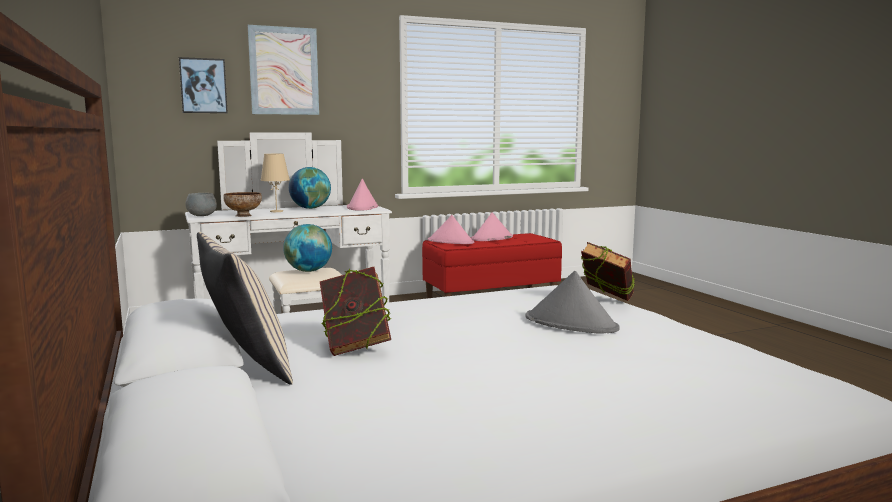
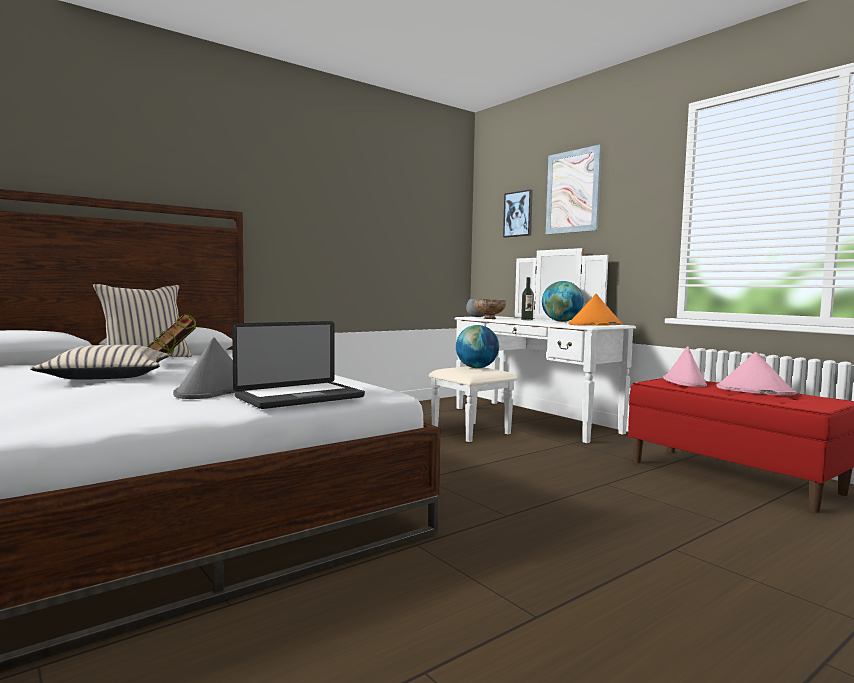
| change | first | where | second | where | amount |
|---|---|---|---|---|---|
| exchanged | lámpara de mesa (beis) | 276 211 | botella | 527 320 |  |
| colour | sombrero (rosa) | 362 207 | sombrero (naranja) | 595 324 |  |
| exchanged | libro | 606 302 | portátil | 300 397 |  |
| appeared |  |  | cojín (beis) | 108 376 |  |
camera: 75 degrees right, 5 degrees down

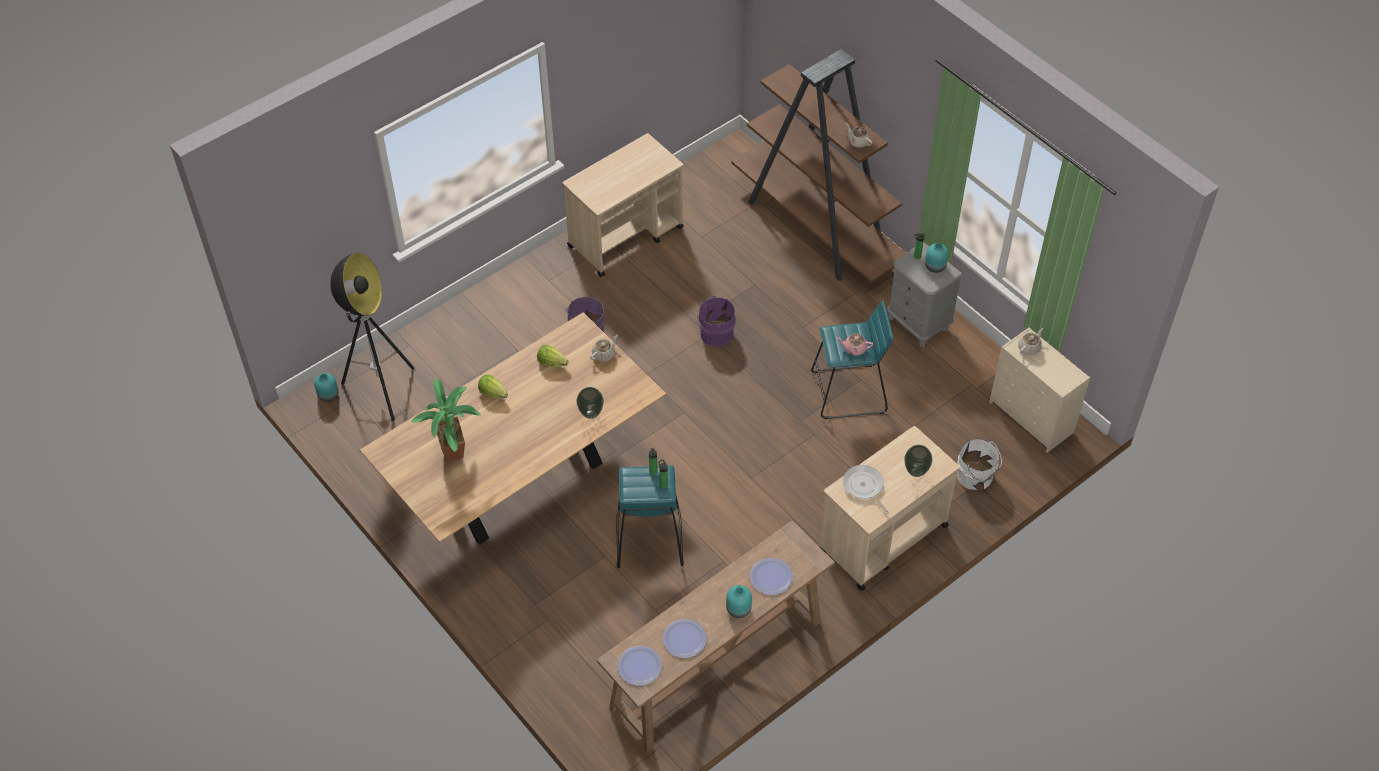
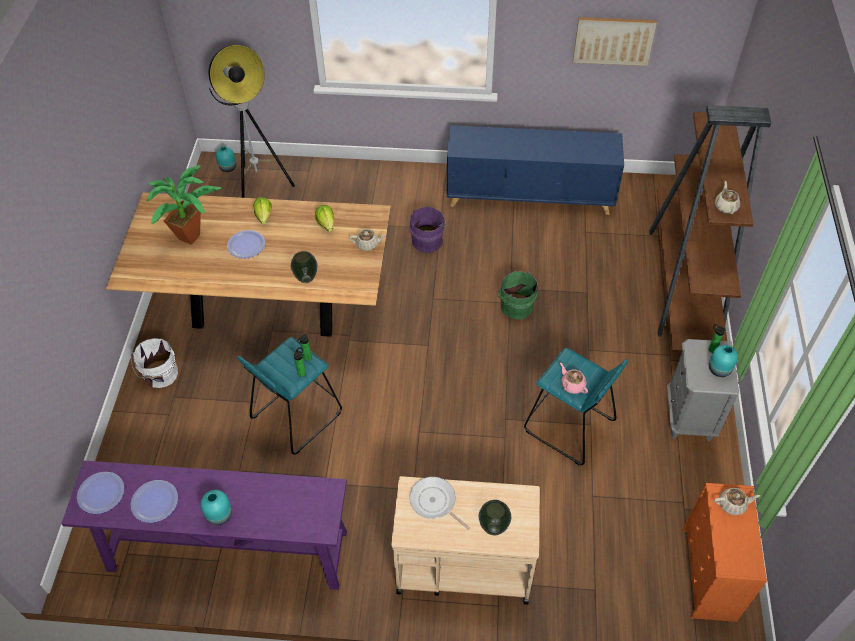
| change | first | where | second | where | amount |
|---|---|---|---|---|---|
| exchanged | carrito (beis) | 626 236 | armario (azul) | 530 196 |  |
| colour | mesa consola (marrón) | 715 665 | mesa consola (morado) | 227 551 |  |
| colour | cubo (morado) | 715 333 | cubo (verde) | 515 305 |  |
| relocated | plato | 771 577 |  | 246 245 |  |
| spun | sartén | 864 487 |  | 434 502 | 60 degrees counterclockwise |
| relocated | cubo (blanco) | 976 477 |  | 160 375 |  |
| colour | cómoda (beis) | 1032 418 | cómoda (naranja) | 709 575 |  |
| appeared |  |  | cuadro | 613 40 |  |
camera: 45 degrees right, 0 degrees up

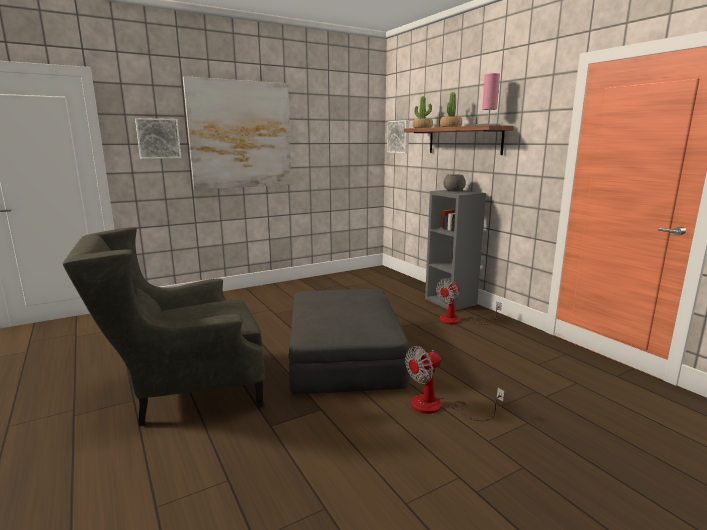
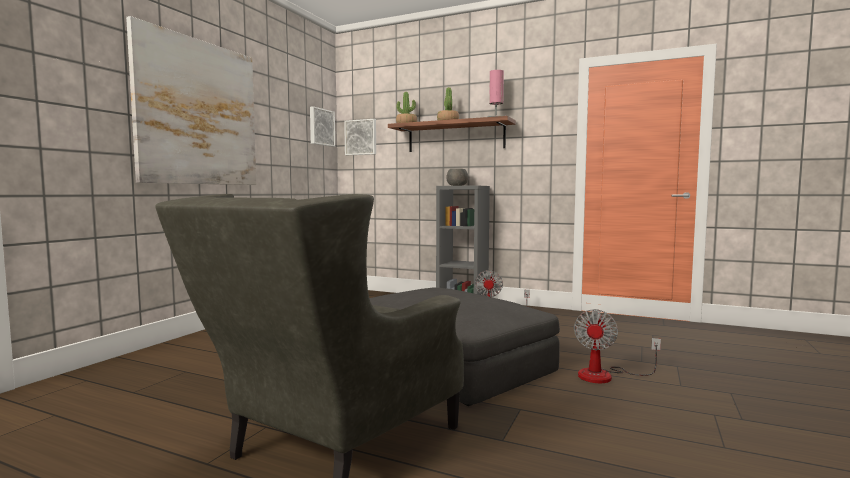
| change | first | where | second | where | amount |
|---|---|---|---|---|---|
| relocated | cuadro | 158 138 |  | 321 127 |  |
camera: 35 degrees left, 10 degrees down

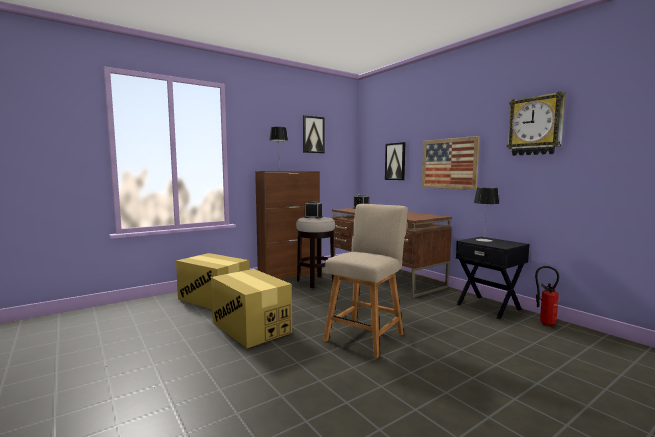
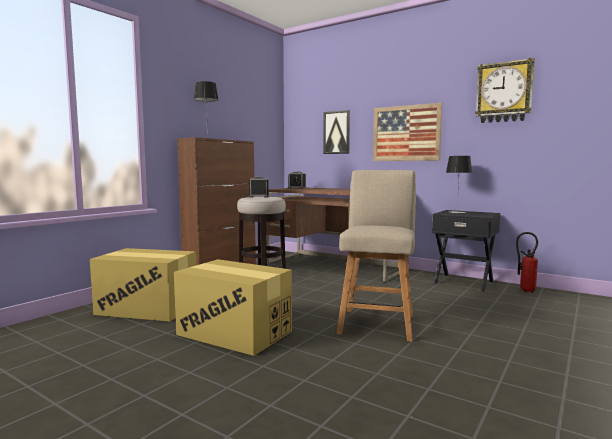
| change | first | where | second | where | amount |
|---|---|---|---|---|---|
| missing | cuadro | 313 135 |  |  |  |
camera: 20 degrees left, 0 degrees up

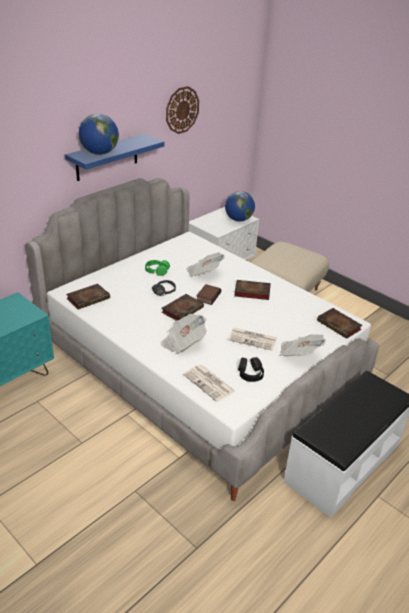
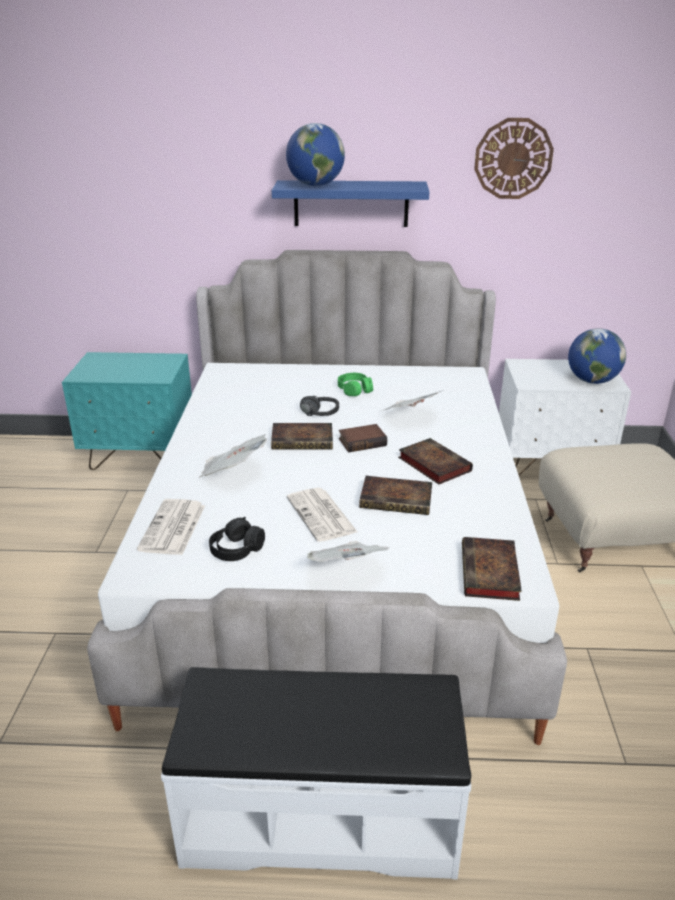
| change | first | where | second | where | amount |
|---|---|---|---|---|---|
| relocated | libro | 89 298 |  | 398 499 |  |
camera: 50 degrees right, 5 degrees down

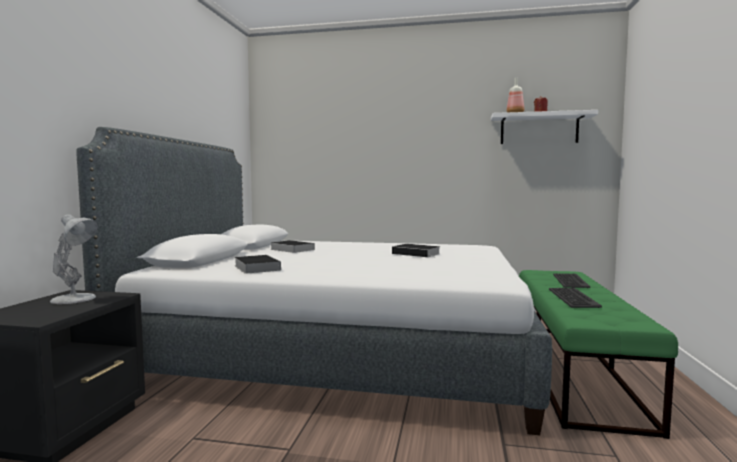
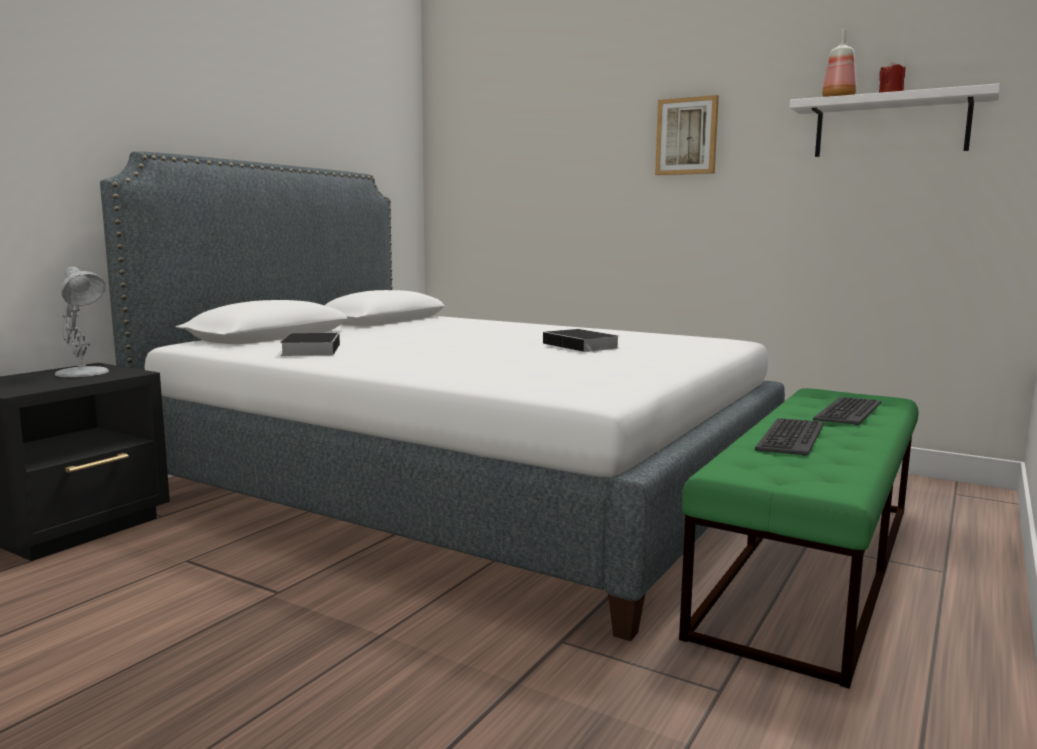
| change | first | where | second | where | amount |
|---|---|---|---|---|---|
| missing | libro | 290 249 |  |  |  |
| appeared |  |  | cuadro | 687 136 |  |
camera: 20 degrees right, 5 degrees up

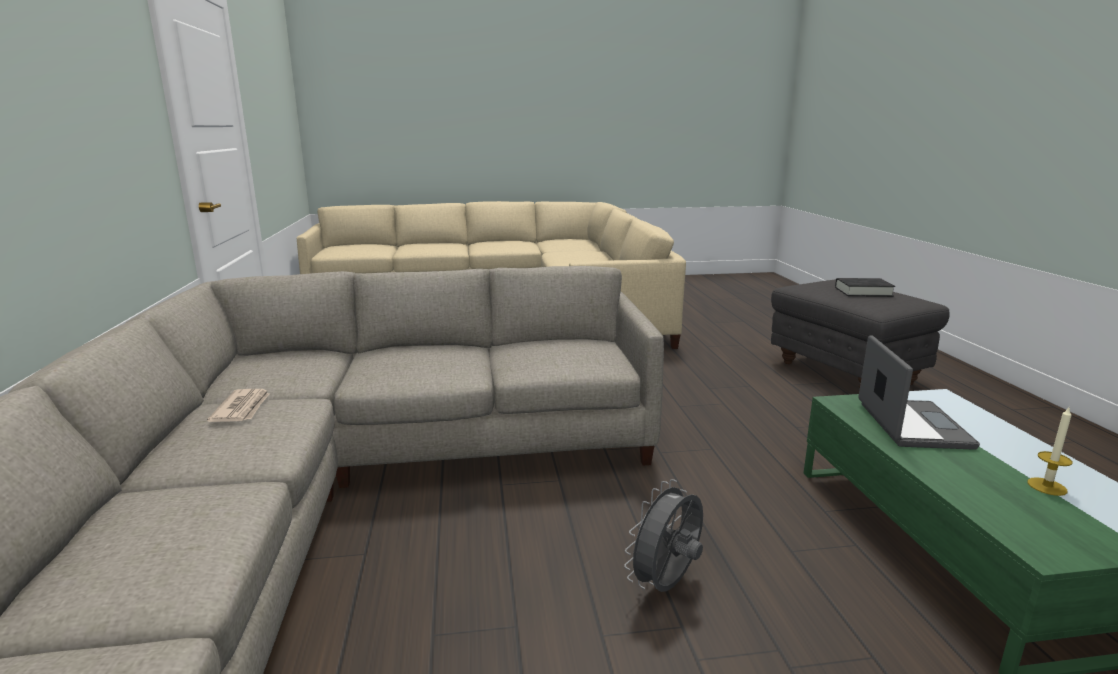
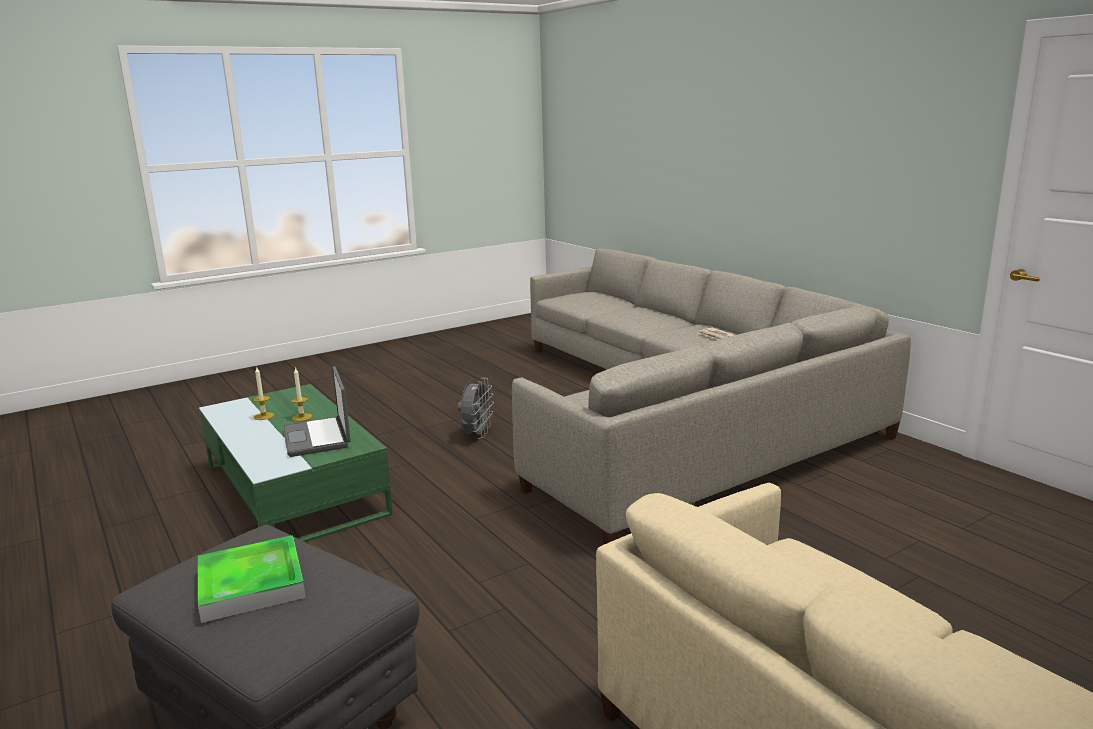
| change | first | where | second | where | amount |
|---|---|---|---|---|---|
| exchanged | libro (negro) | 863 292 | bandeja | 251 584 |  |
| appeared |  |  | vela | 302 417 |  |
camera: 155 degrees right, 0 degrees up

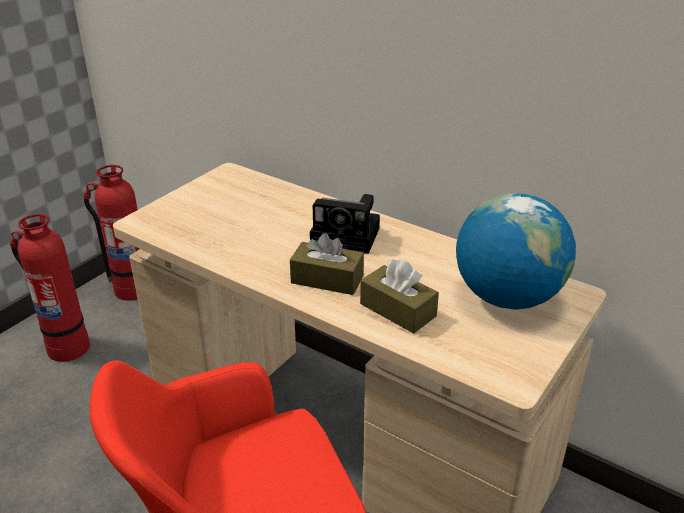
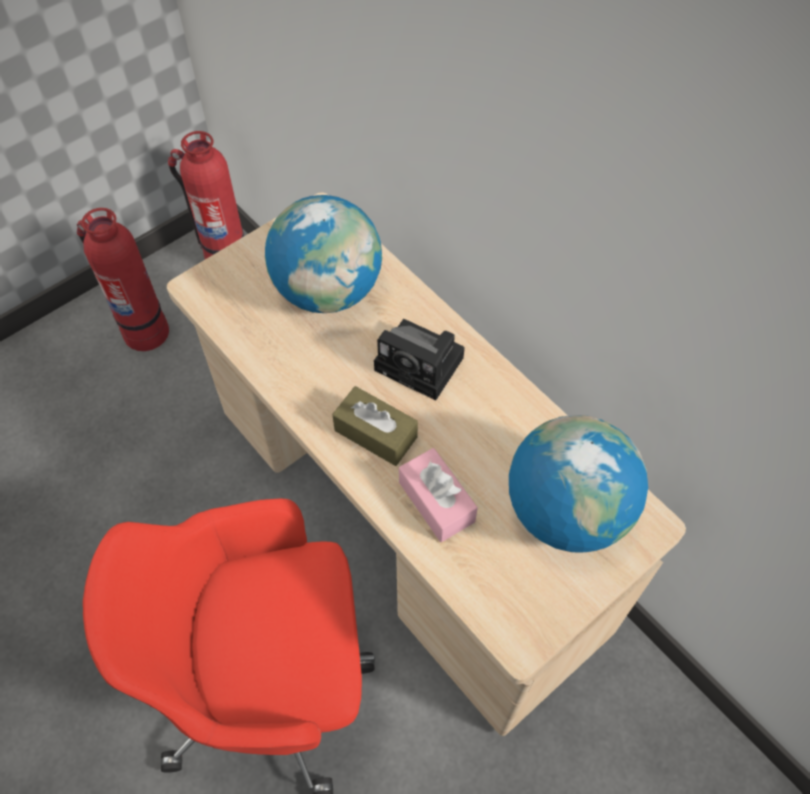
| change | first | where | second | where | amount |
|---|---|---|---|---|---|
| colour | caja de pañuelos (marrón) | 397 310 | caja de pañuelos (rosa) | 436 502 |  |
| appeared |  |  | globo terráqueo | 328 291 |  |
camera: 15 degrees right, 25 degrees up

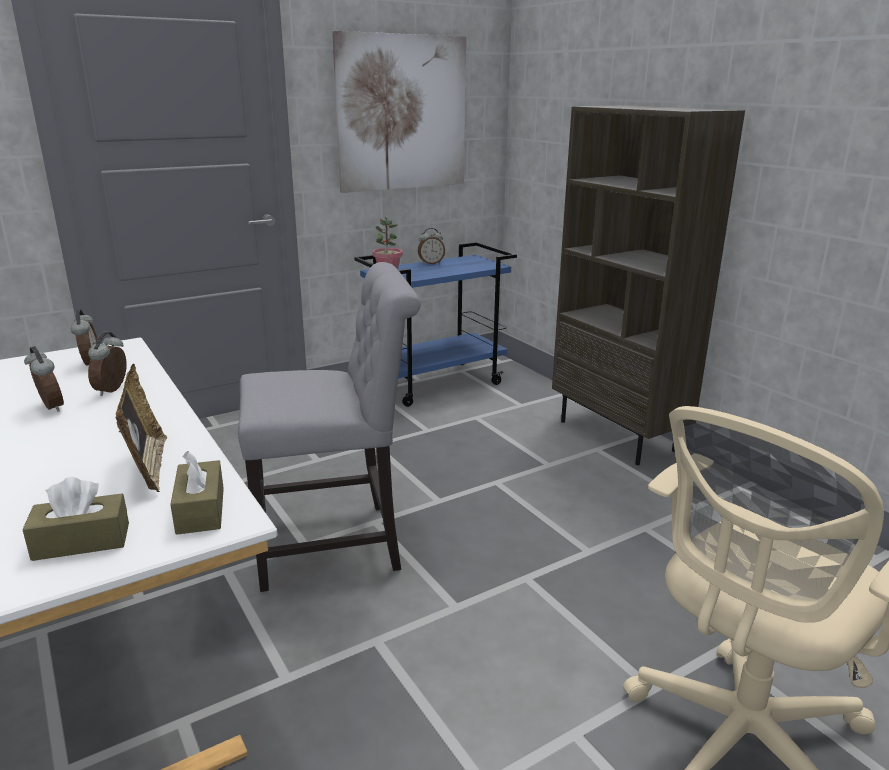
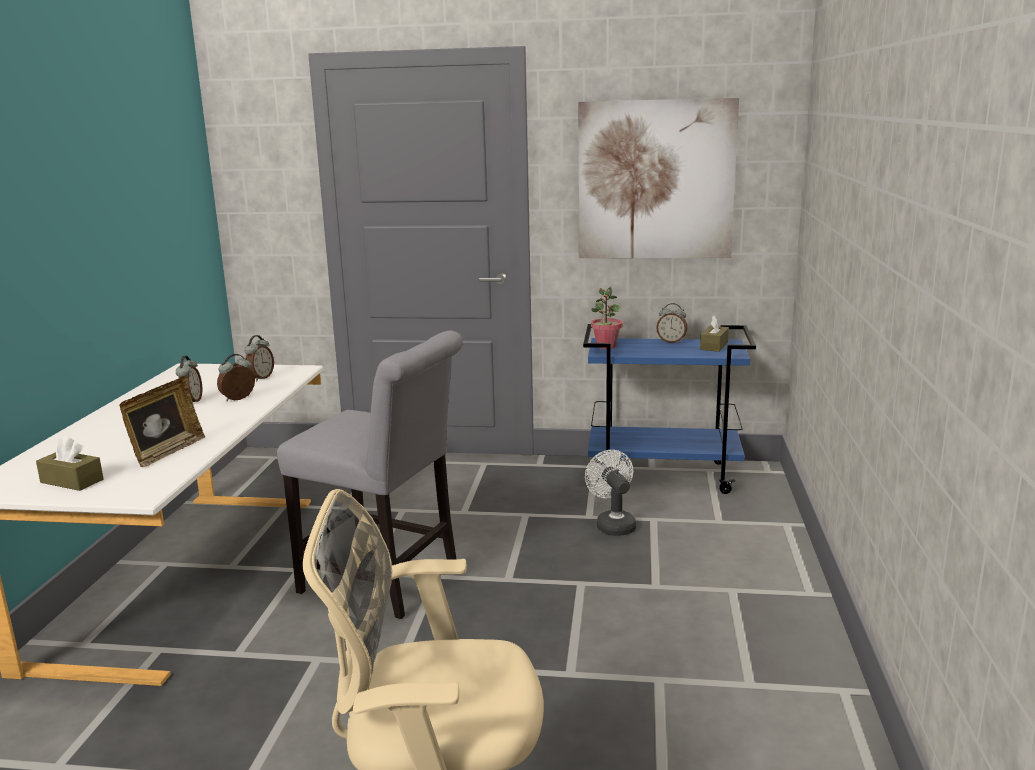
| change | first | where | second | where | amount |
|---|---|---|---|---|---|
| relocated | caja de pañuelos (marrón) | 200 510 |  | 714 346 |  |
| missing | estantería (marrón) | 618 436 |  |  |  |
| appeared |  |  | ventilador (blanco) | 613 524 |  |
camera: 40 degrees right, 5 degrees down

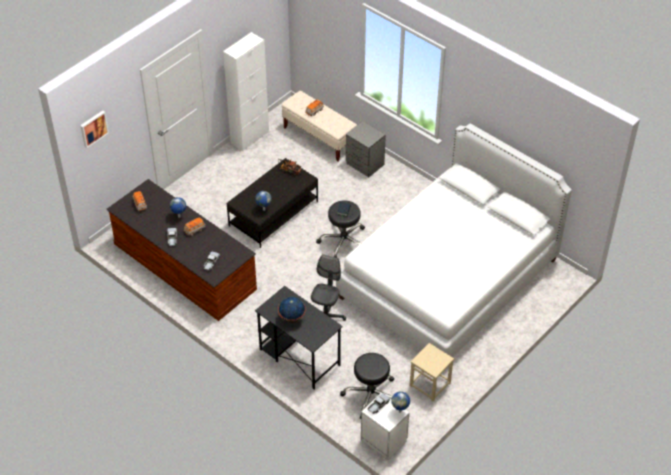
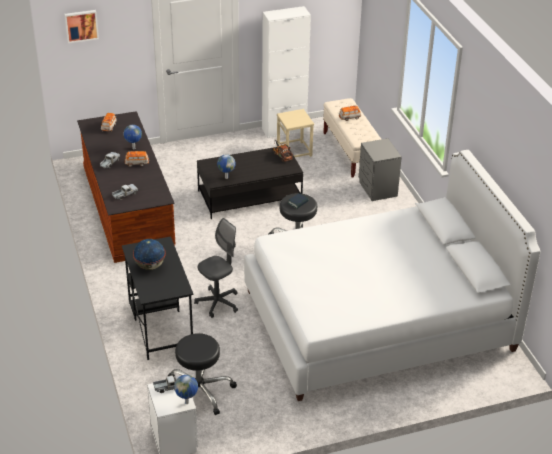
| change | first | where | second | where | amount |
|---|---|---|---|---|---|
| relocated | taburete (beis) | 430 384 |  | 294 151 |  |
camera: 30 degrees right, 10 degrees down

